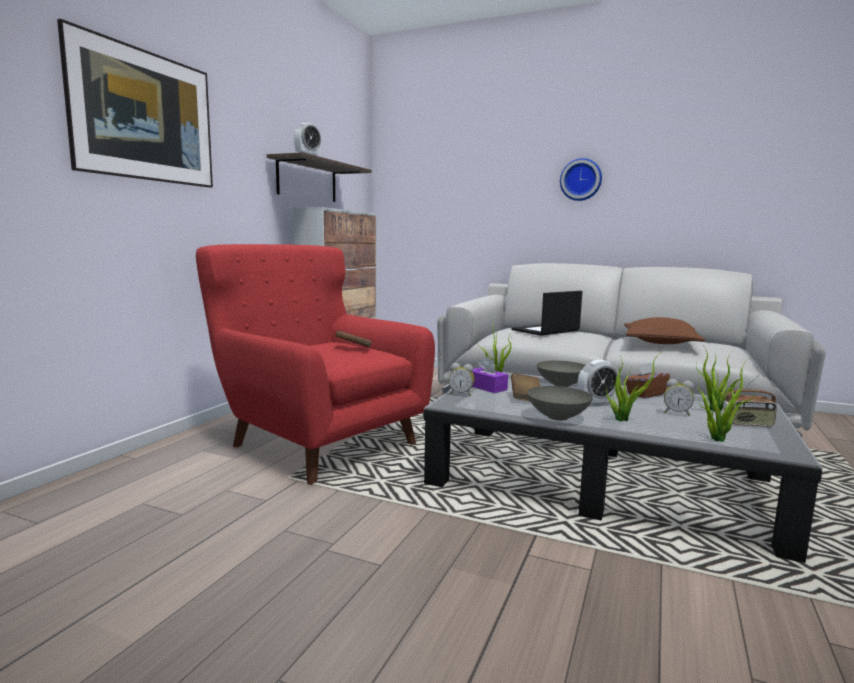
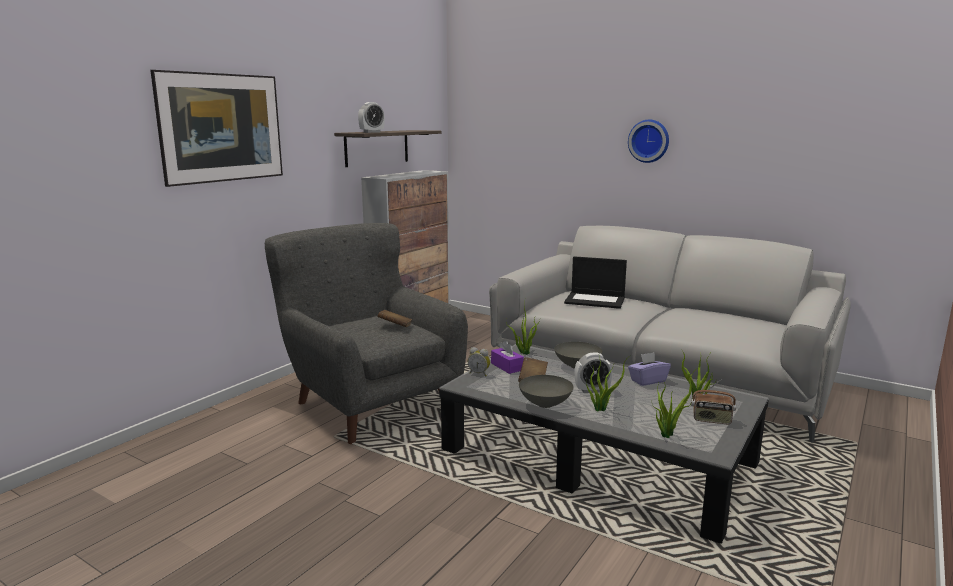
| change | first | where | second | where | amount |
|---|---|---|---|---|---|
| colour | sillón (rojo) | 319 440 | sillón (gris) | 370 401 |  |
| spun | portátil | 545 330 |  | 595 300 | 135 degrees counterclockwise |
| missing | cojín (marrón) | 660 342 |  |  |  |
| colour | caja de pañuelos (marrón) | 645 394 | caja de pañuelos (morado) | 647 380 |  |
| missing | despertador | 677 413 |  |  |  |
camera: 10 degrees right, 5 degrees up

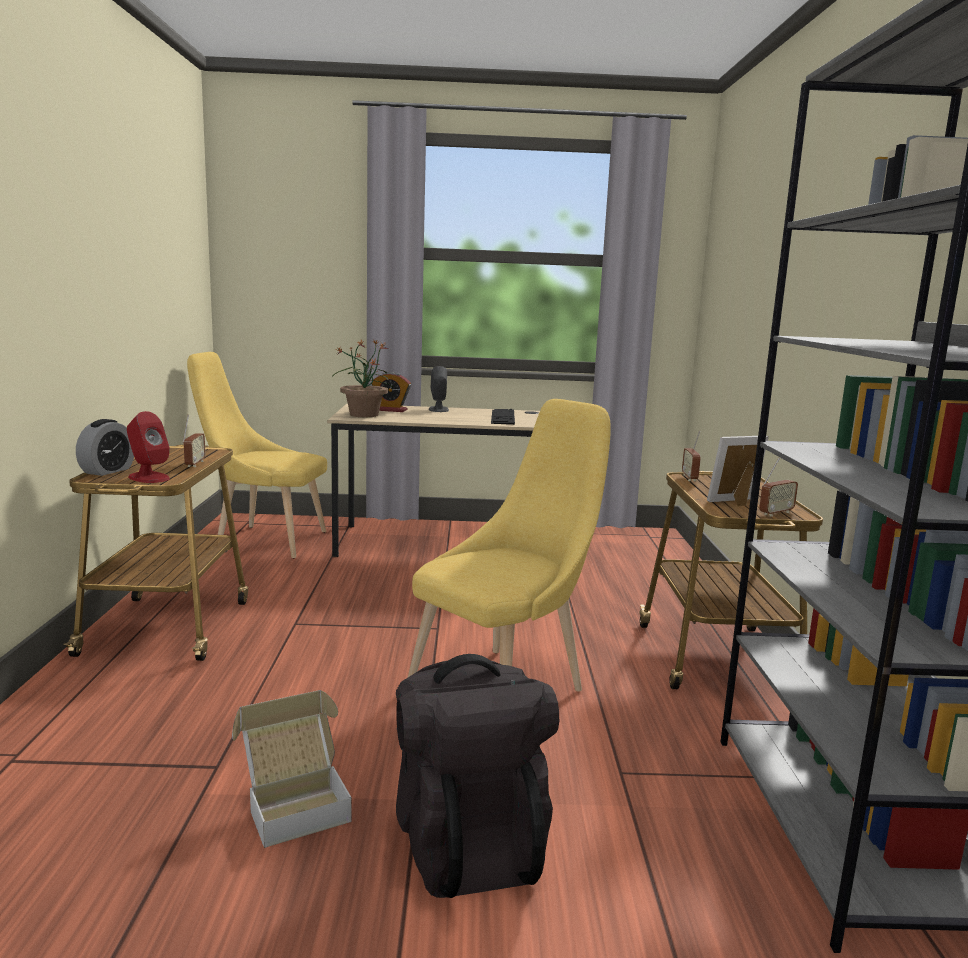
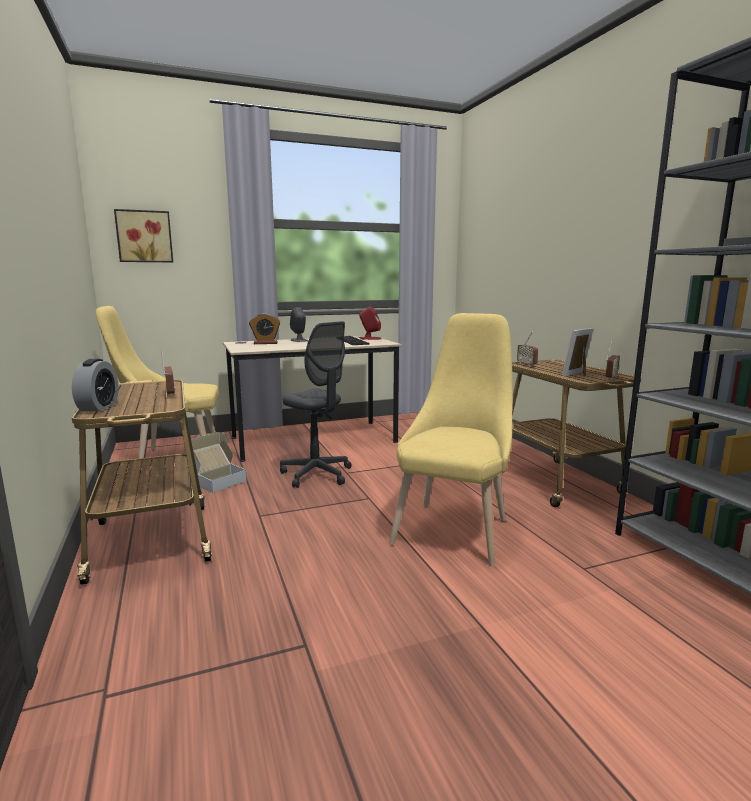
| change | first | where | second | where | amount |
|---|---|---|---|---|---|
| relocated | altavoz (rojo) | 148 477 |  | 370 338 |  |
| relocated | caja de cartón | 294 803 |  | 216 481 |  |
| missing | planta en maceta | 363 415 |  |  |  |
| missing | mochila (negro) | 468 841 |  |  |  |
| appeared |  |  | cuadro | 144 236 |  |
| appeared |  |  | silla de oficina (gris) | 316 474 |  |
camera: 20 degrees left, 0 degrees up

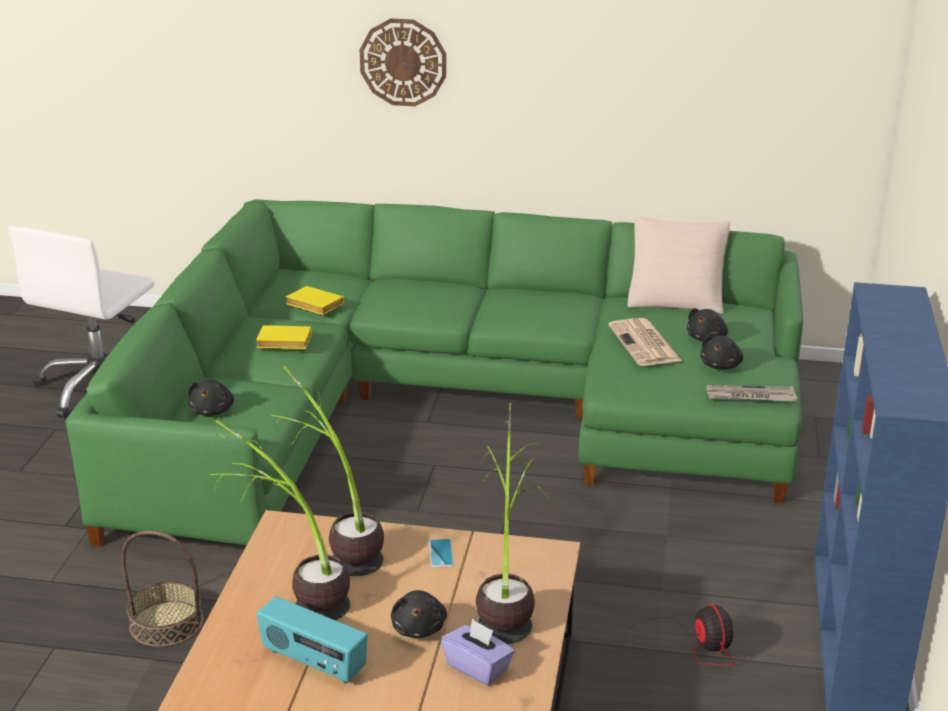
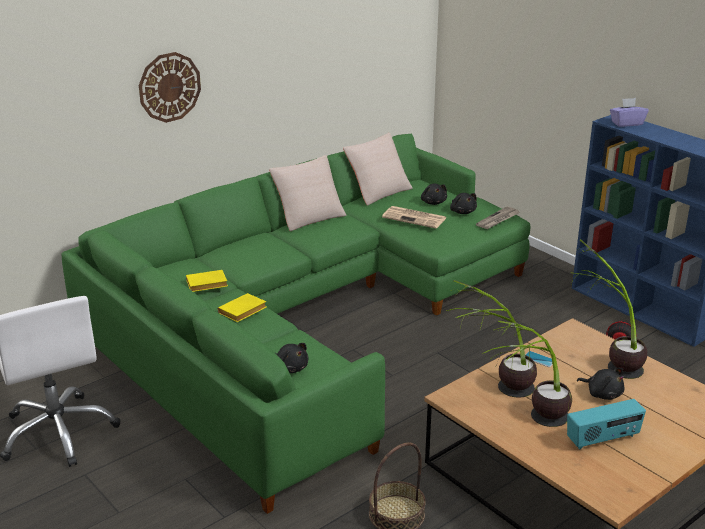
| change | first | where | second | where | amount |
|---|---|---|---|---|---|
| relocated | caja de pañuelos (morado) | 478 667 |  | 626 123 |  |
| appeared |  |  | cojín (beis) | 309 216 |  |
camera: 50 degrees left, 0 degrees up

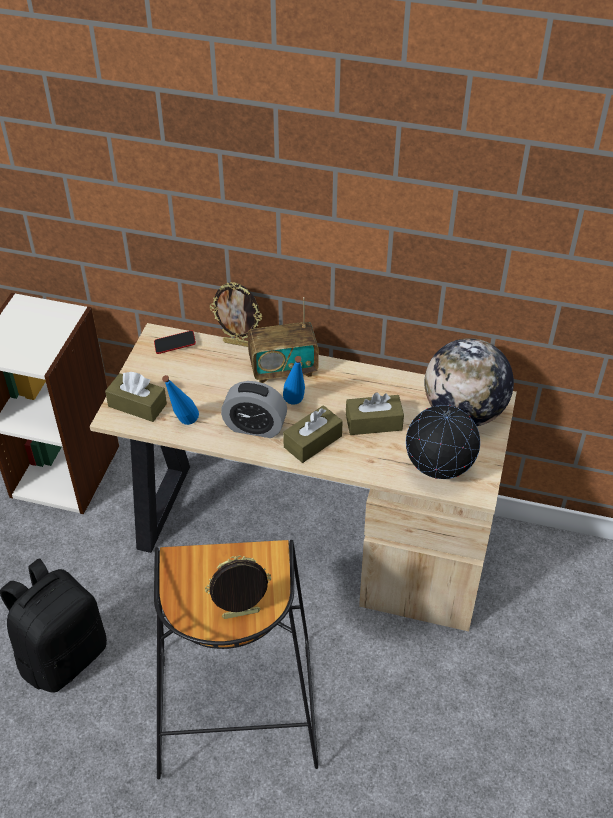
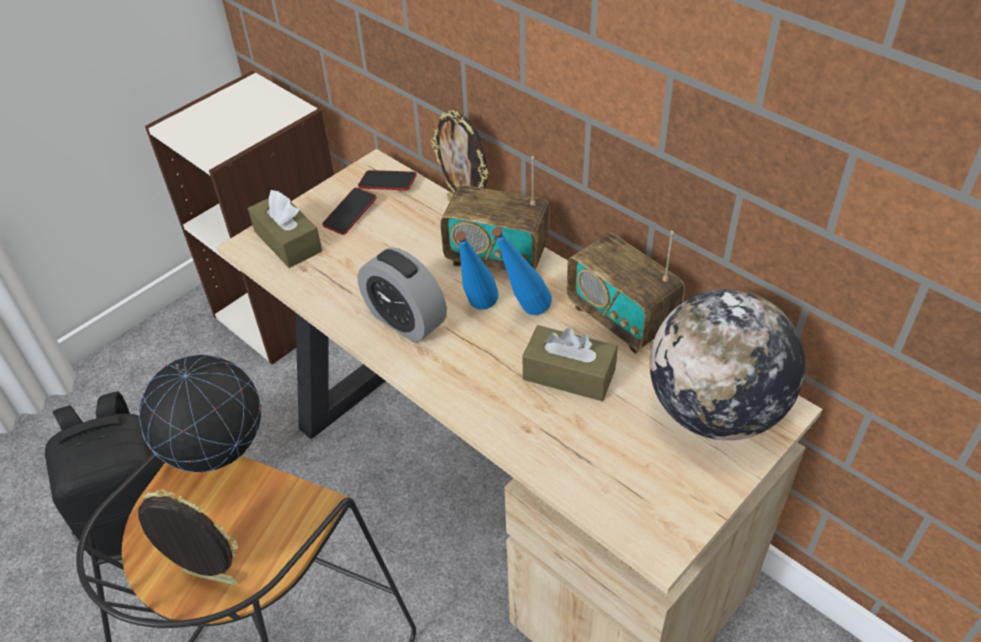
| change | first | where | second | where | amount |
|---|---|---|---|---|---|
| relocated | botella (azul) | 183 426 |  | 522 314 |  |
| missing | caja de pañuelos (marrón) | 312 441 |  |  |  |
| relocated | globo terráqueo | 438 472 |  | 219 456 |  |
| appeared |  |  | móvil | 350 214 |  |
| appeared |  |  | radio | 621 319 |  |
camera: 30 degrees right, 0 degrees up

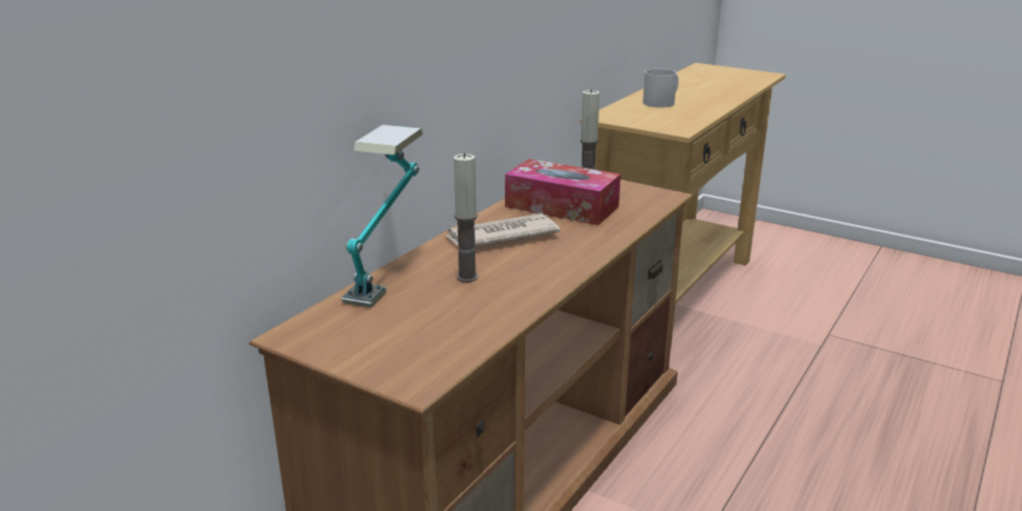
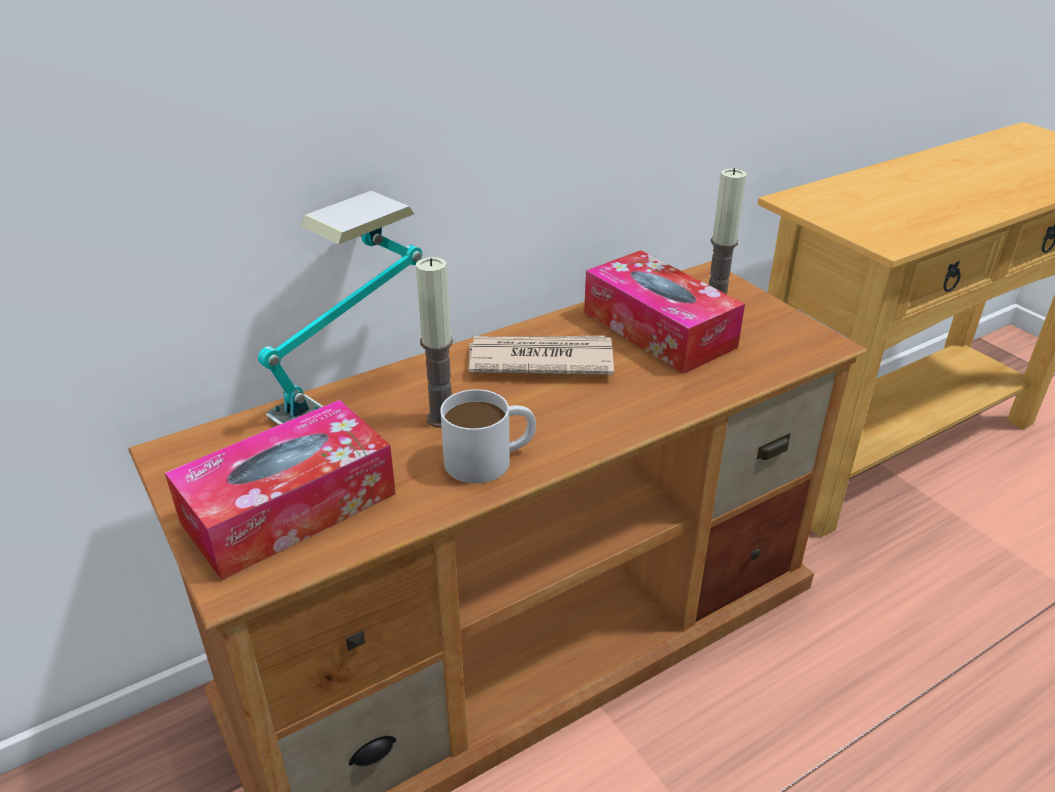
| change | first | where | second | where | amount |
|---|---|---|---|---|---|
| relocated | taza grande (blanco) | 662 102 |  | 490 459 |  |
| appeared |  |  | caja de pañuelos | 289 508 |  |
camera: 25 degrees right, 10 degrees up

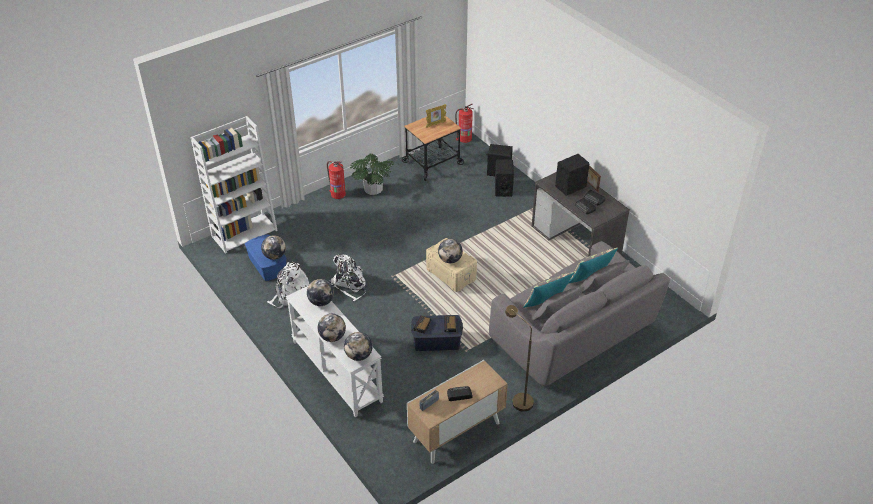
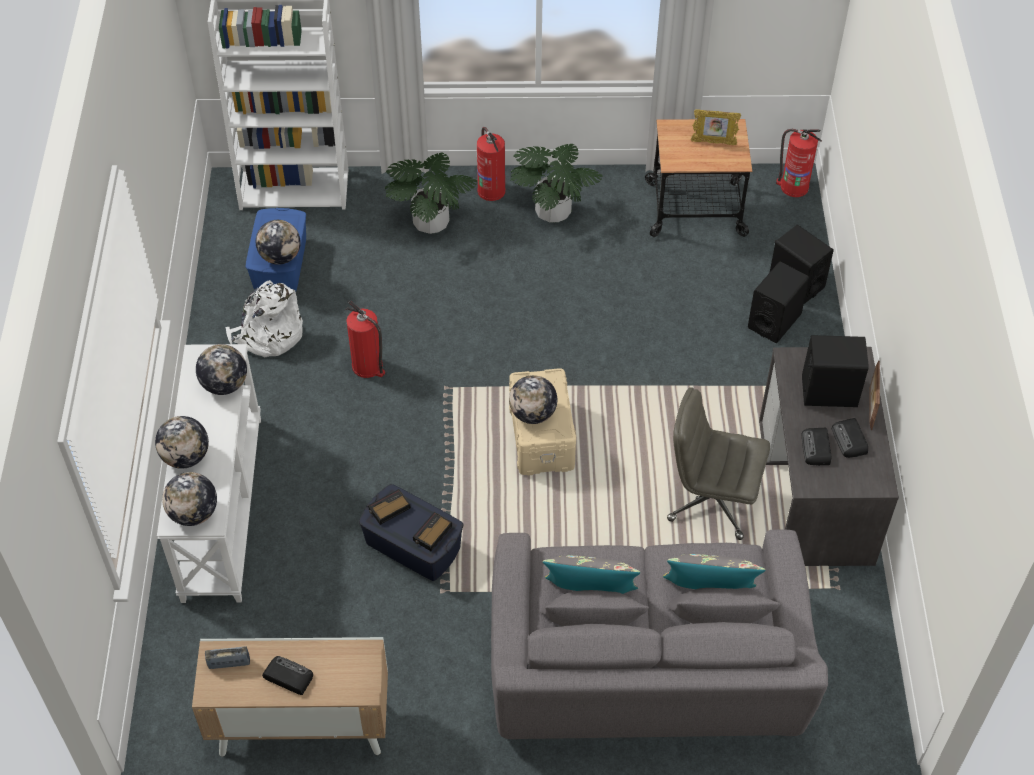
| change | first | where | second | where | amount |
|---|---|---|---|---|---|
| exchanged | mochila (blanco) | 349 285 | extintor | 368 366 |  |
| missing | lámpara de pie (marrón) | 518 399 |  |  |  |
| appeared |  |  | planta en maceta | 431 223 |  |
| appeared |  |  | silla de oficina (gris) | 711 500 |  |
camera: 35 degrees right, 10 degrees up

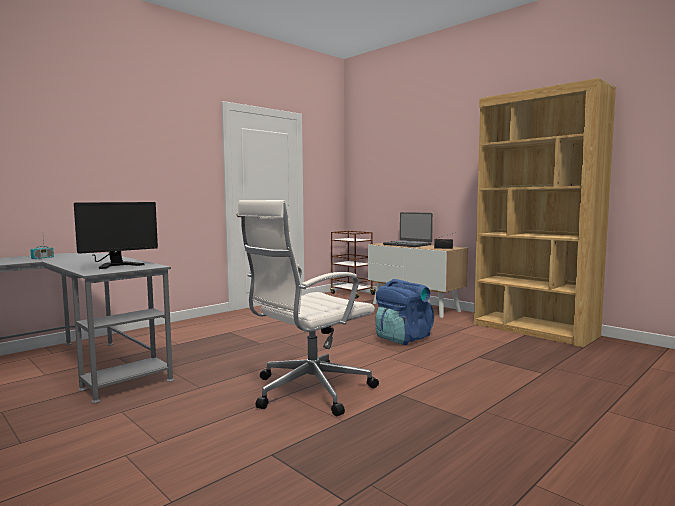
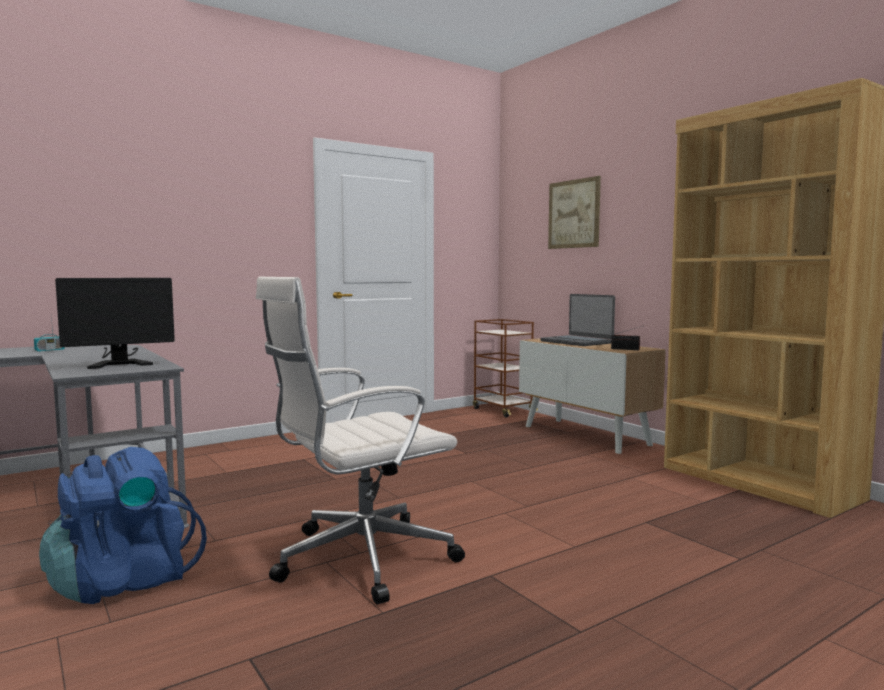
| change | first | where | second | where | amount |
|---|---|---|---|---|---|
| relocated | mochila (azul) | 402 339 |  | 124 581 |  |
| appeared |  |  | cuadro | 574 214 |  |
camera: 10 degrees right, 0 degrees up

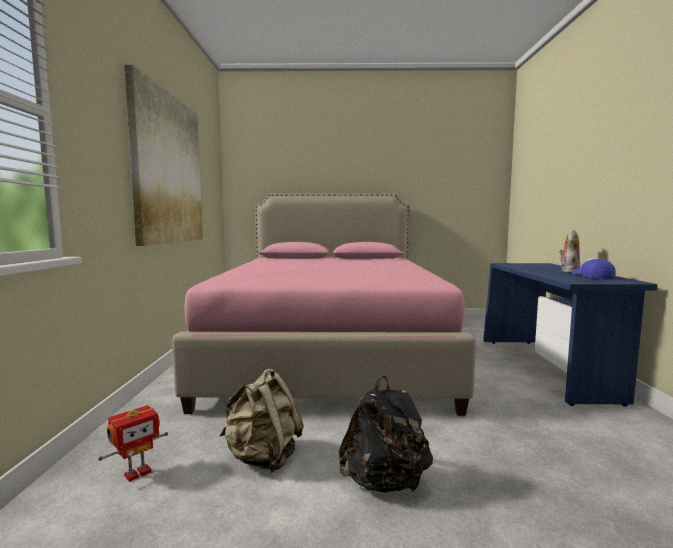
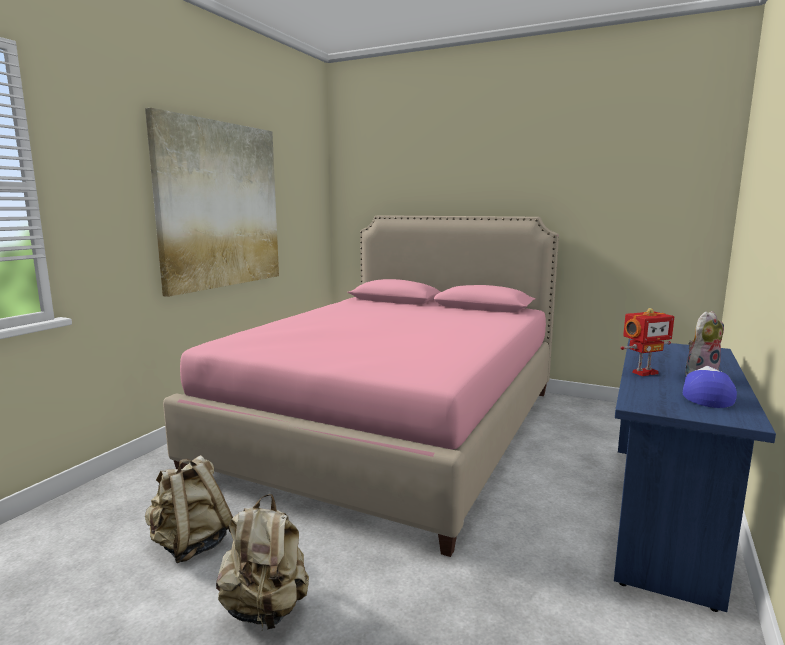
| change | first | where | second | where | amount |
|---|---|---|---|---|---|
| relocated | robot de juguete | 137 473 |  | 643 372 |  |
| colour | mochila (negro) | 385 482 | mochila (beis) | 266 609 |  |
camera: 25 degrees right, 5 degrees up

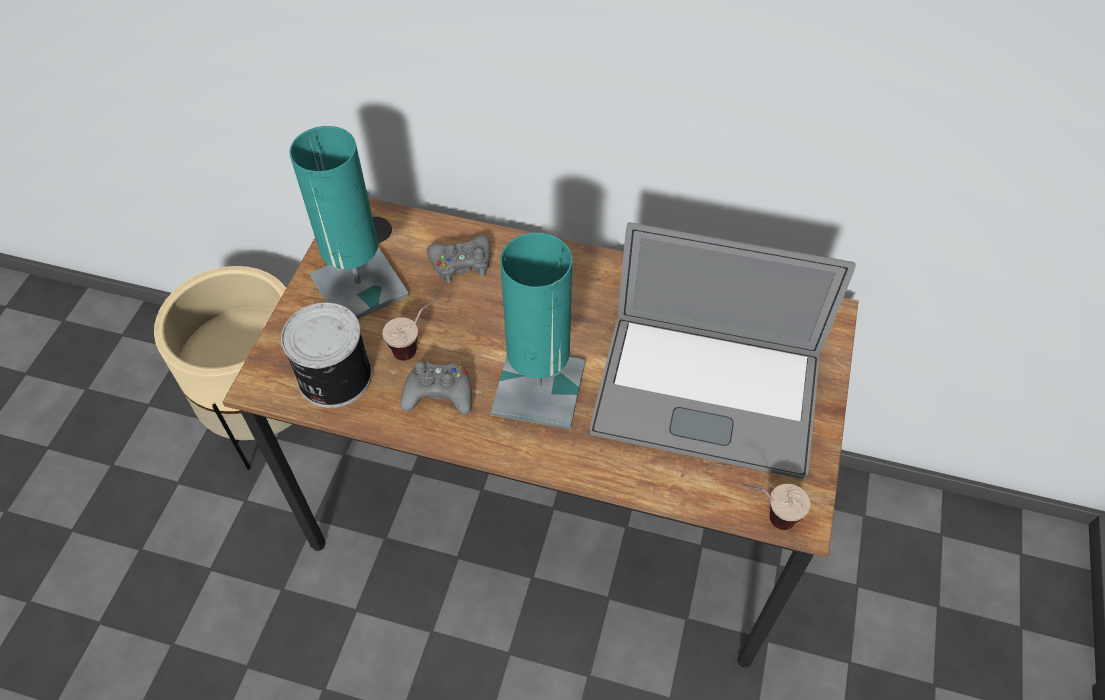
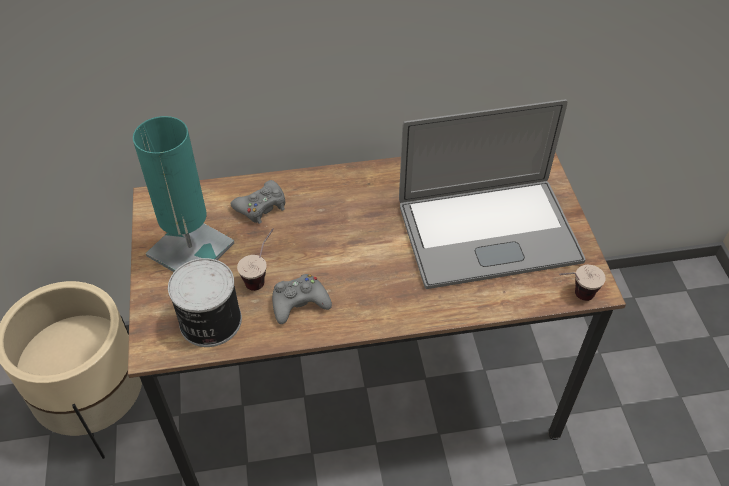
| change | first | where | second | where | amount |
|---|---|---|---|---|---|
| missing | lámpara de mesa (turquesa) | 539 388 |  |  |  |
camera: 25 degrees left, 5 degrees down

